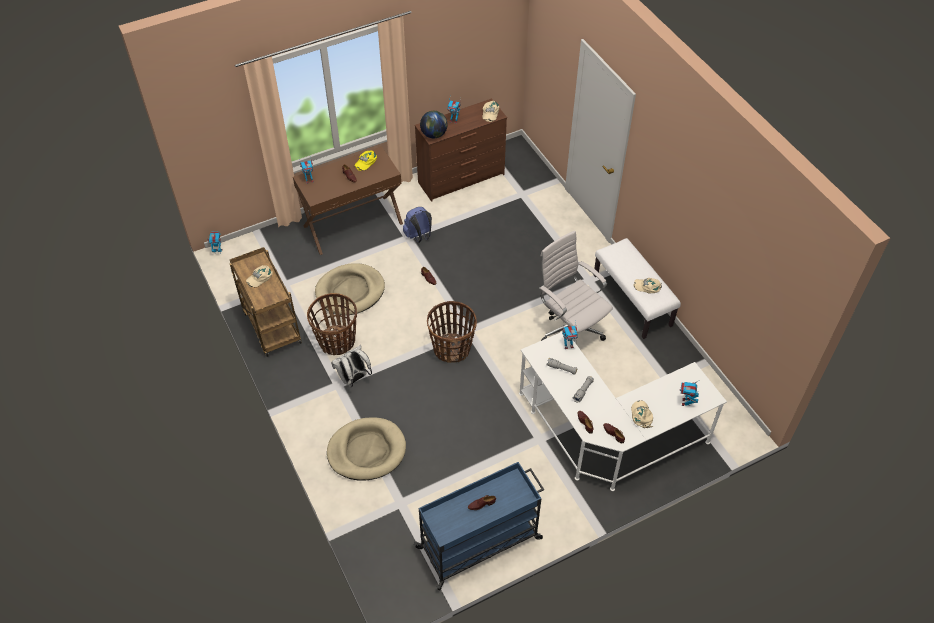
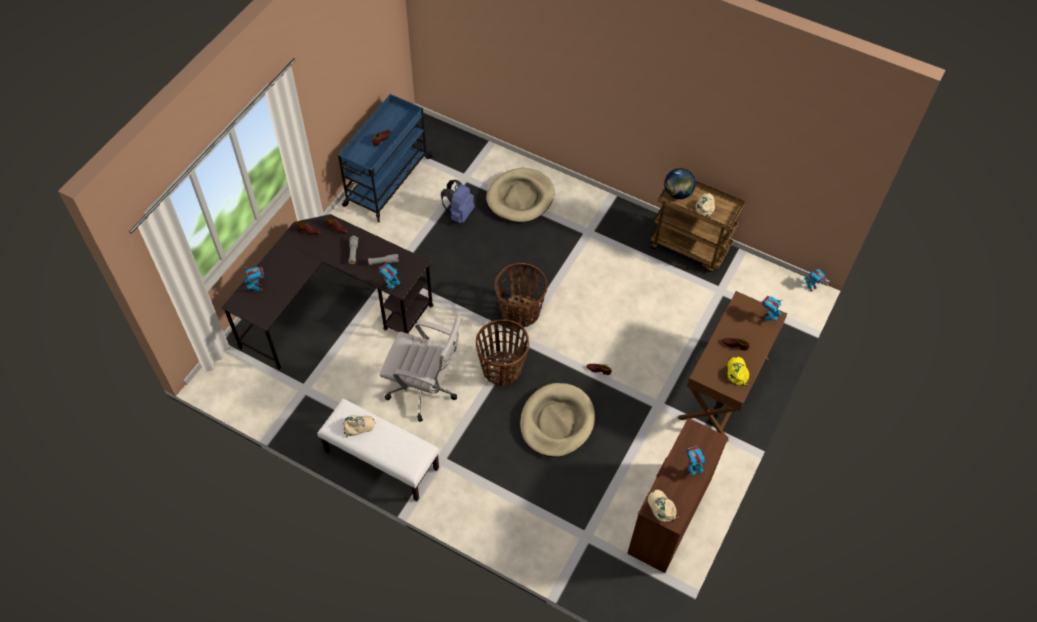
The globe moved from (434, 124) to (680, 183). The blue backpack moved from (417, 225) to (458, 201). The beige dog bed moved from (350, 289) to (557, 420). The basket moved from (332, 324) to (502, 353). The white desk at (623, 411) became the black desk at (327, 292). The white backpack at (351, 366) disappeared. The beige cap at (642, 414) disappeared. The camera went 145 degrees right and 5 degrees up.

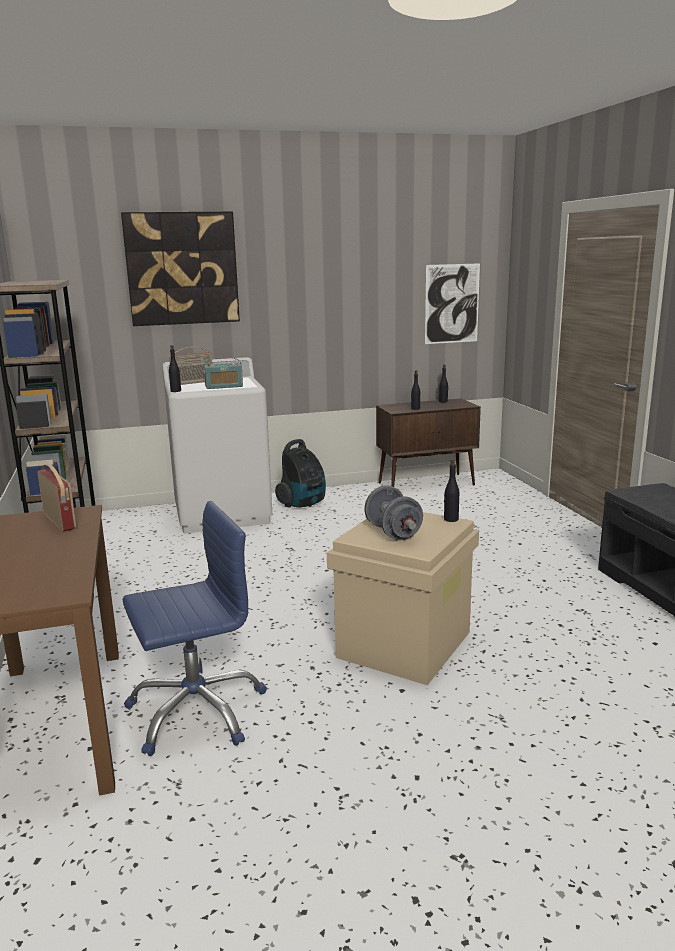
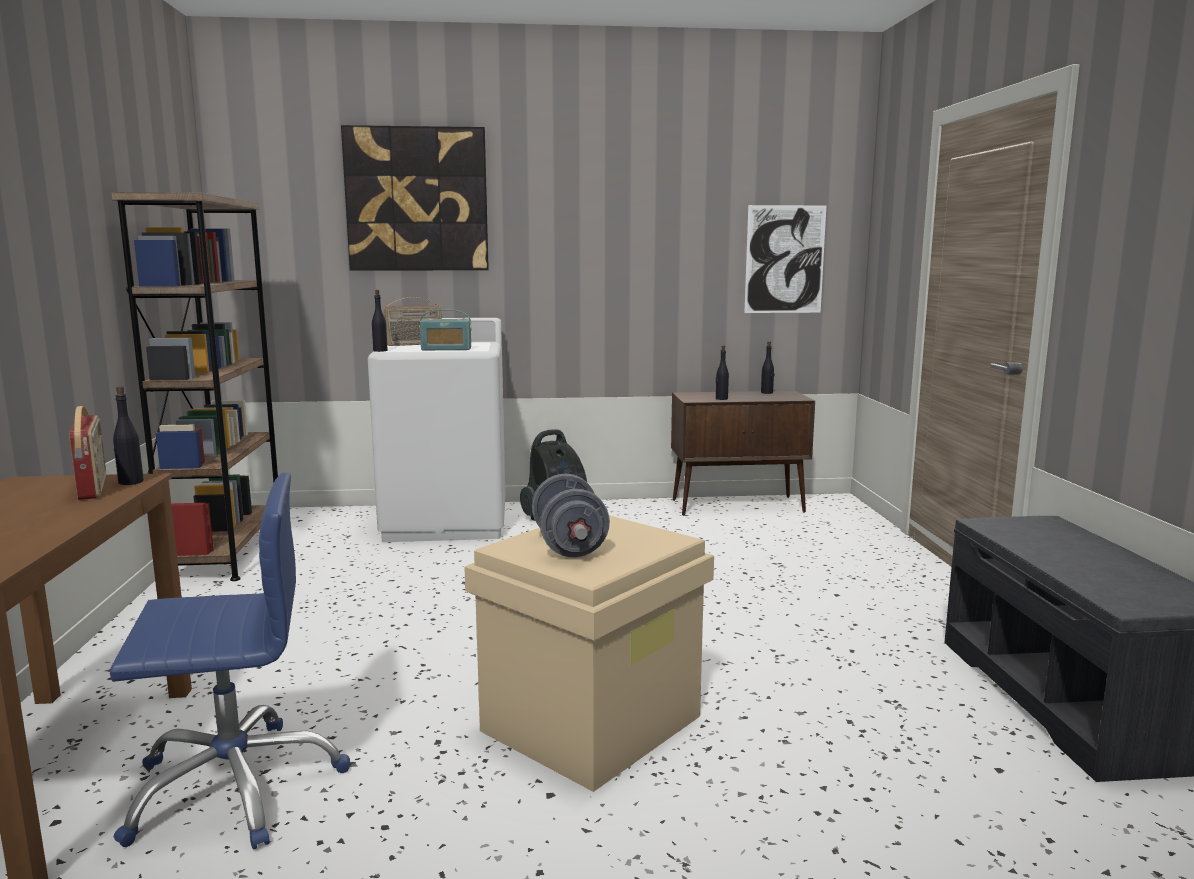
The black bottle moved from (451, 490) to (128, 435). The camera went 10 degrees right and 5 degrees down.

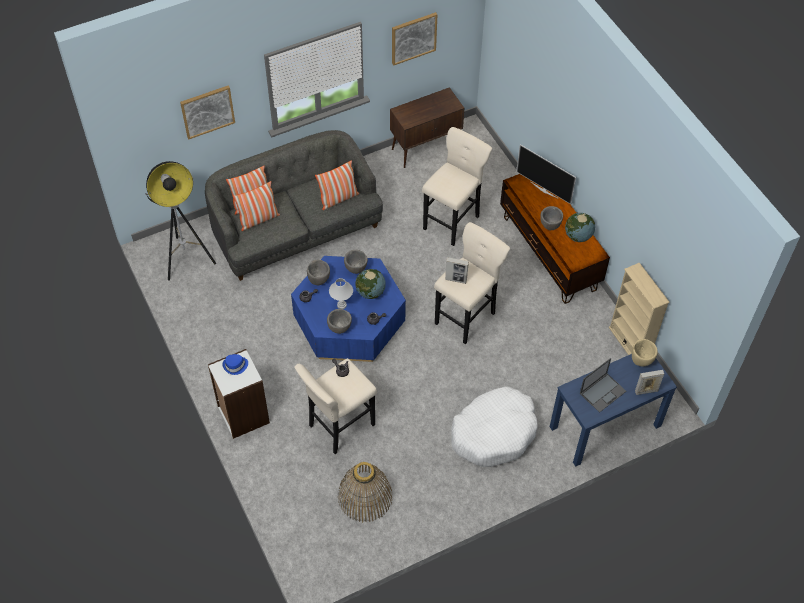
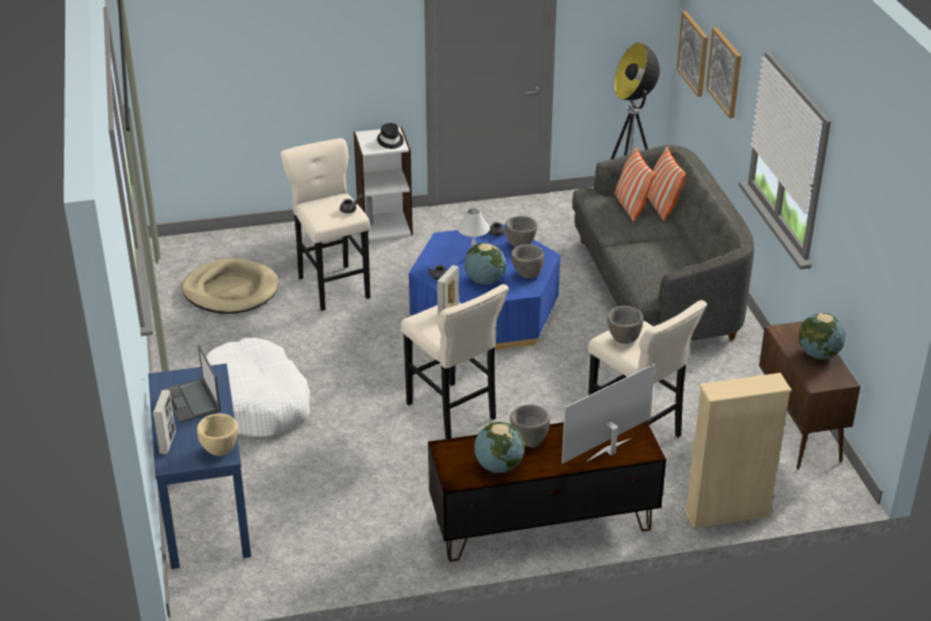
The picture moved from (415, 39) to (692, 54). The pillow at (337, 185) disappeared. The beige bookcase moved from (639, 309) to (738, 451). The grey bowl moved from (339, 321) to (625, 325). The blue hat at (235, 364) became the black hat at (390, 136). The basket at (365, 492) was replaced by the beige dog bed at (230, 286). The globe at (822, 336) appeared. The camera went 105 degrees right and 20 degrees down.

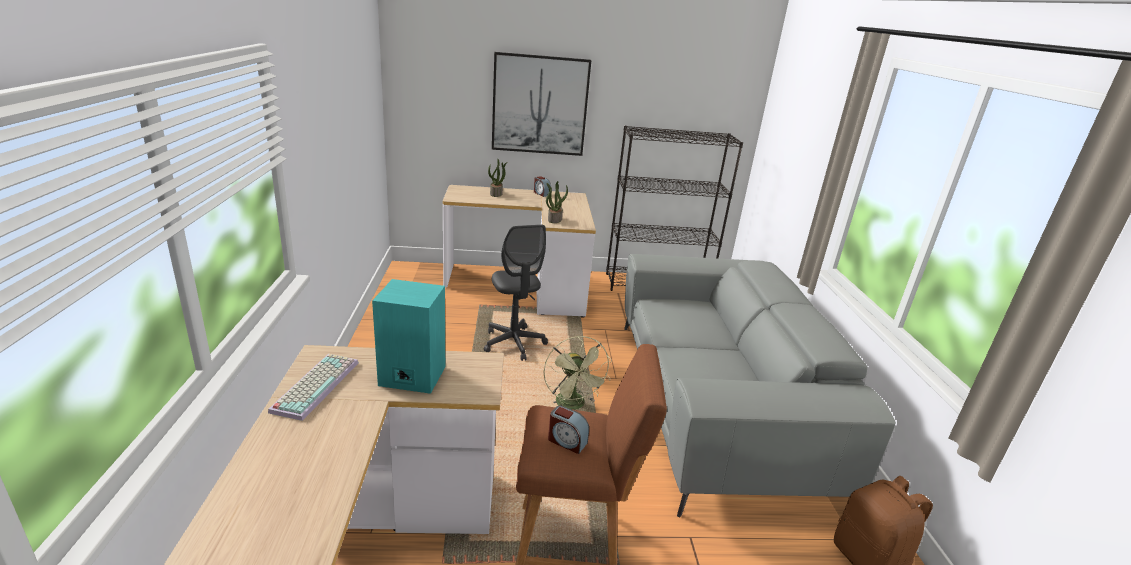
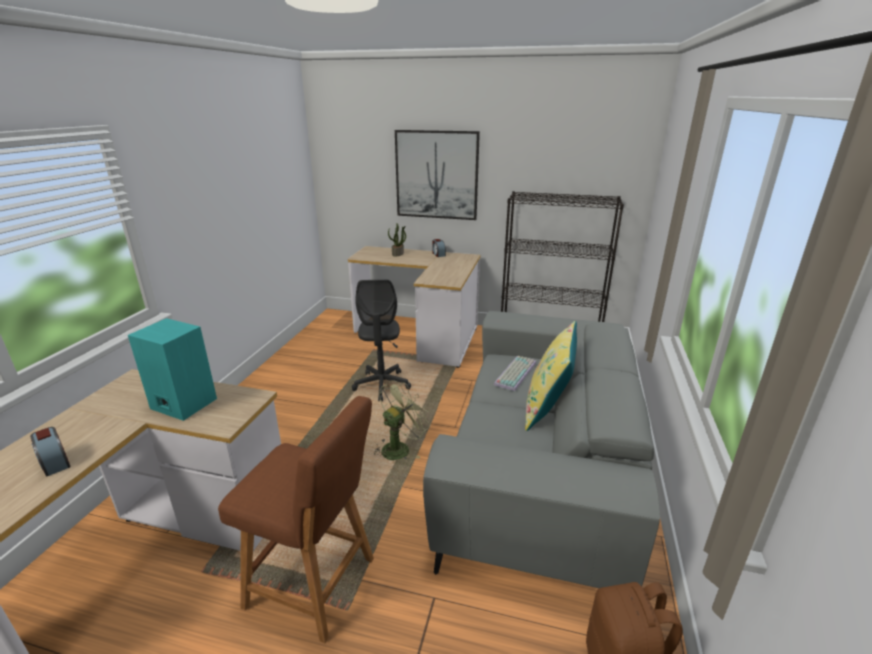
The potted plant at (557, 202) disappeared. The green fan at (578, 373) turned 135 degrees counterclockwise. The keyboard moved from (313, 387) to (515, 373). The alarm clock moved from (568, 429) to (50, 452). The yellow pillow at (551, 376) appeared. The camera went 20 degrees right and 0 degrees up.

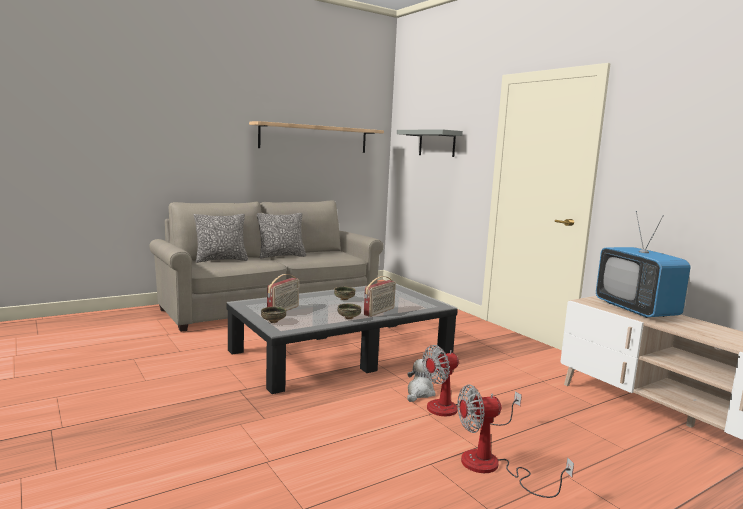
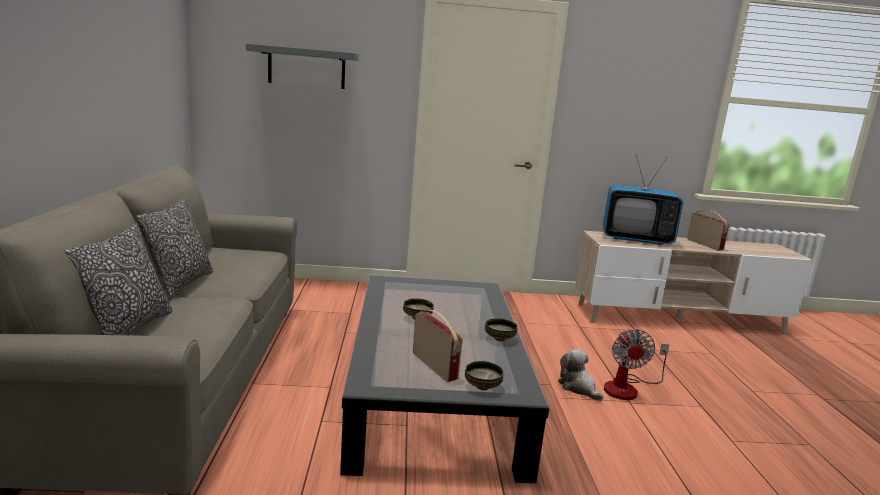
The shelf at (316, 137) disappeared. The radio moved from (380, 296) to (708, 230). The fan at (515, 441) disappeared. The camera went 60 degrees left and 5 degrees up.

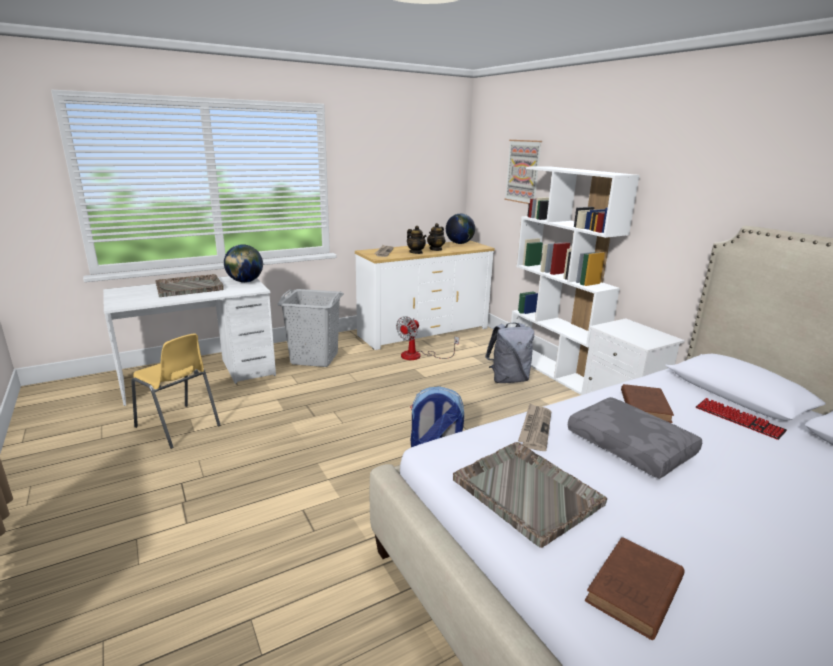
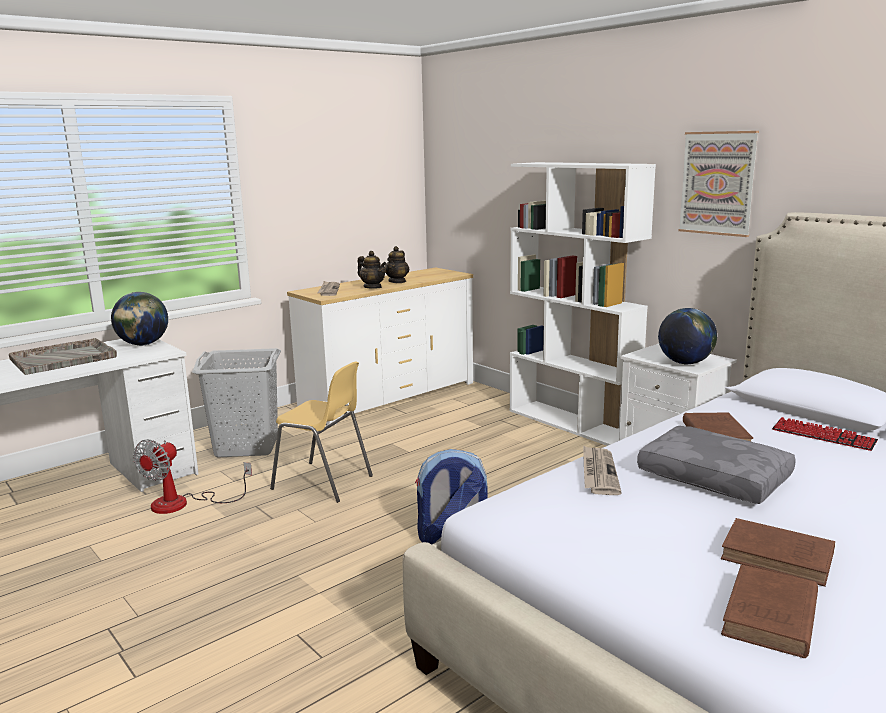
The picture moved from (523, 172) to (718, 184). The globe moved from (460, 229) to (687, 336). The fan moved from (427, 338) to (192, 476). The grey backpack at (509, 353) disappeared. The yellow chair moved from (176, 391) to (321, 432). The grey tray at (530, 495) disappeared. The brown book at (778, 552) appeared. The camera went 10 degrees left and 5 degrees down.

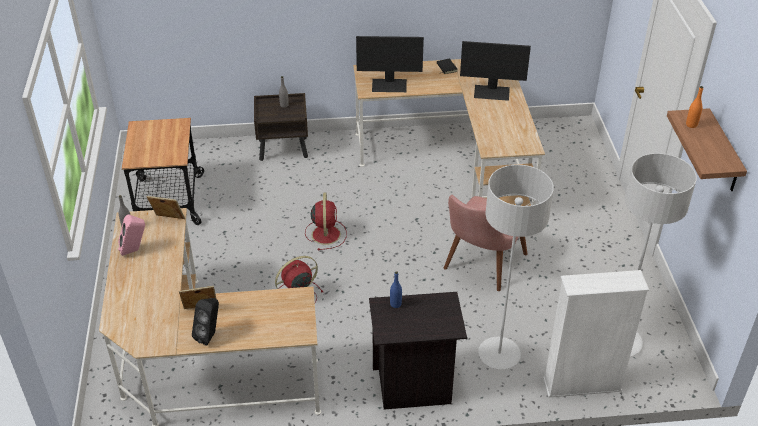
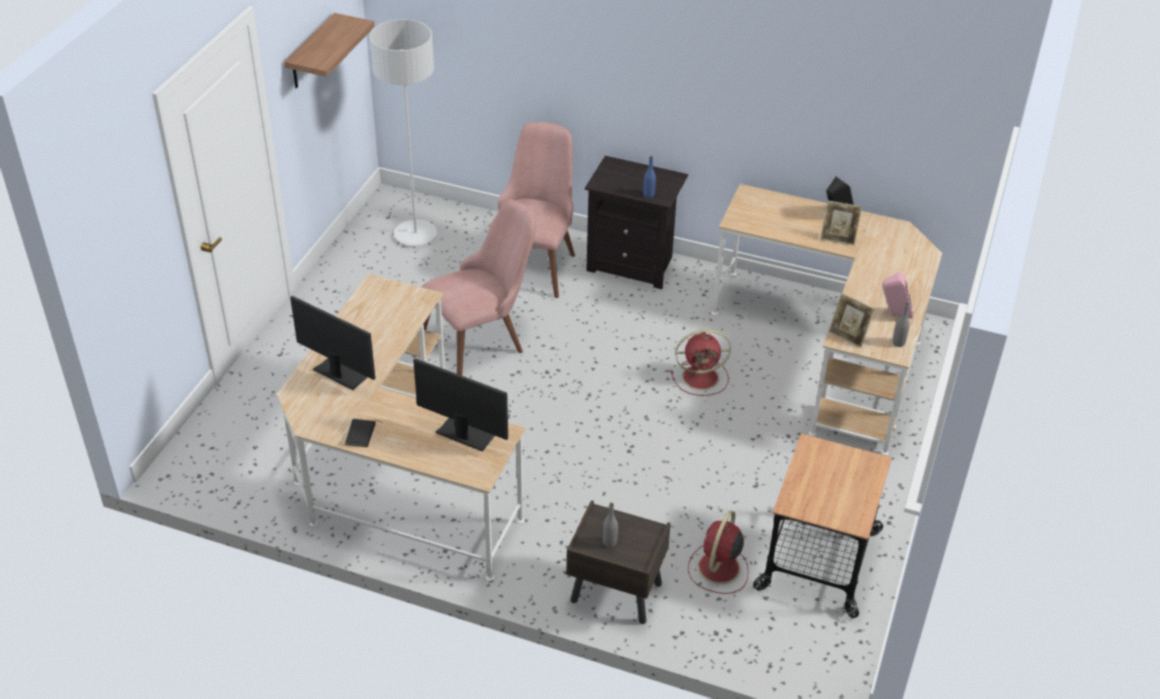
The orange bottle at (694, 107) disappeared. The grey floor lamp at (516, 267) was replaced by the pink chair at (531, 210). The red fan moved from (326, 221) to (718, 552). The white bookcase at (596, 334) disappeared. The camera went 155 degrees left and 0 degrees up.

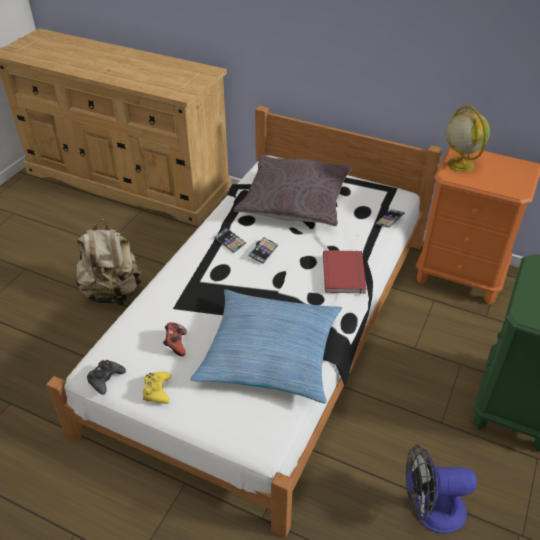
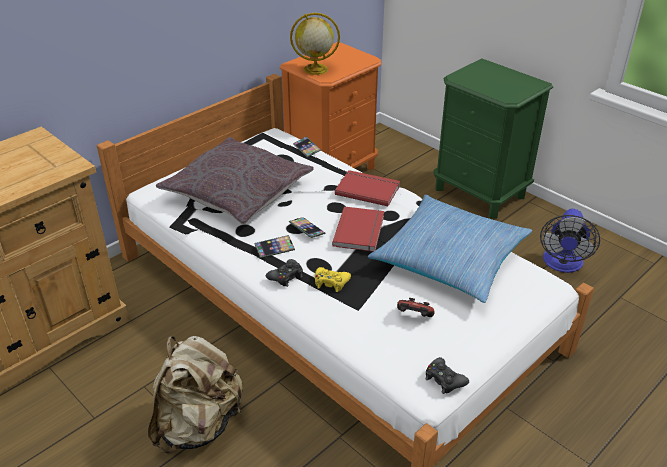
The yellow game controller moved from (157, 388) to (333, 279). The red book at (358, 229) appeared. The black game controller at (284, 273) appeared. The camera went 70 degrees left and 5 degrees down.

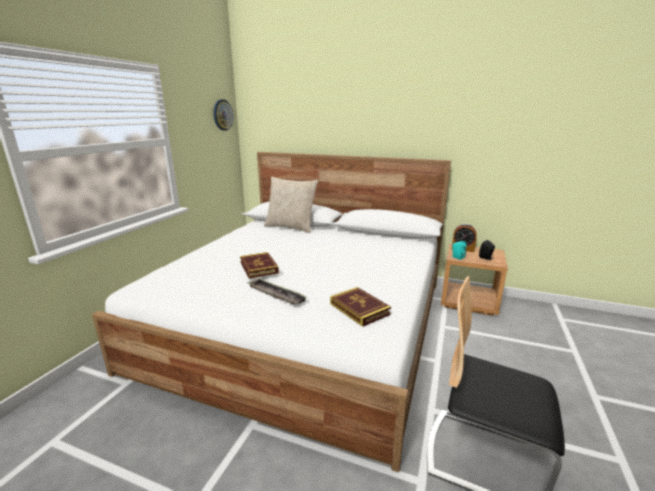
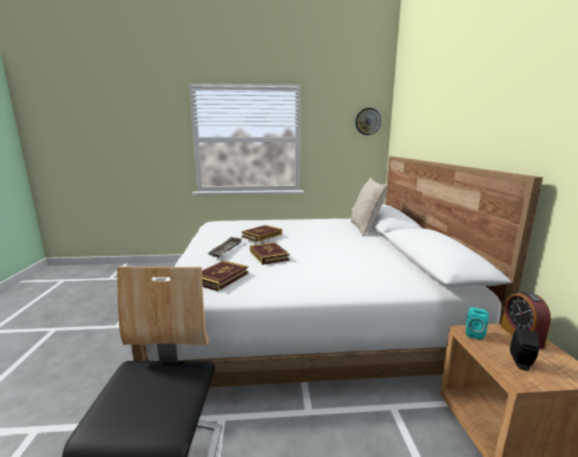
The book at (270, 253) appeared. The camera went 65 degrees right and 5 degrees down.

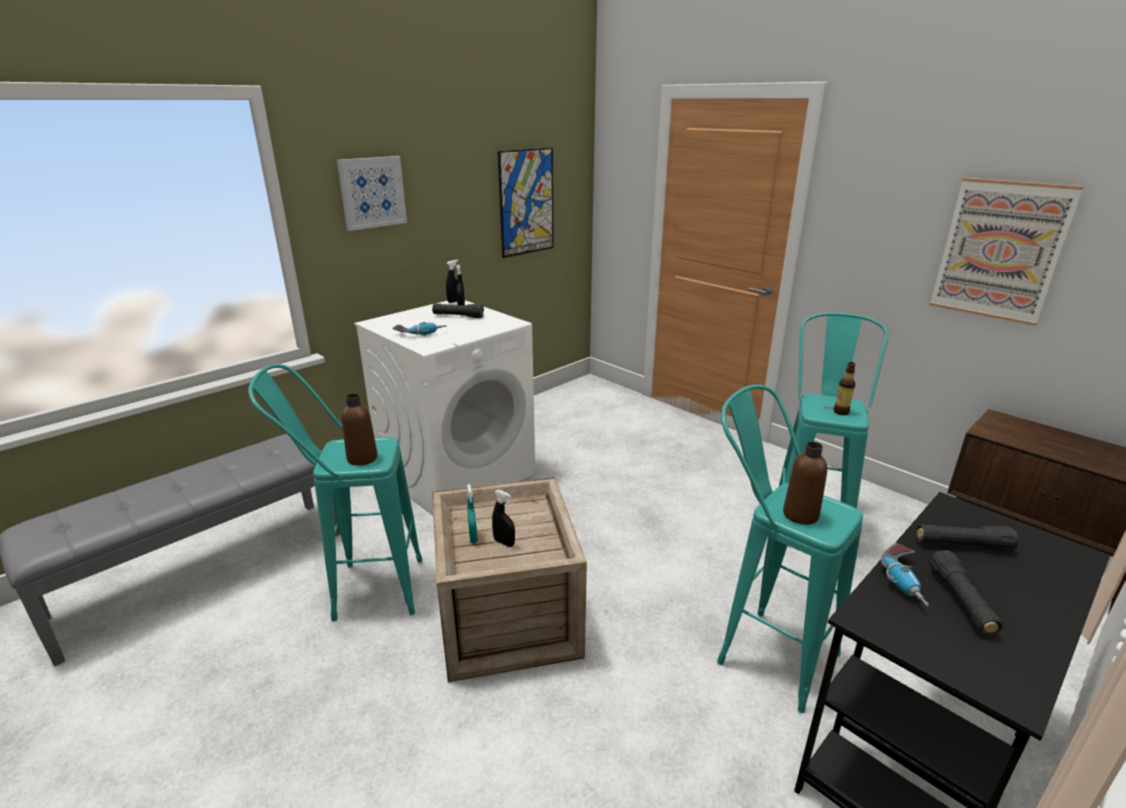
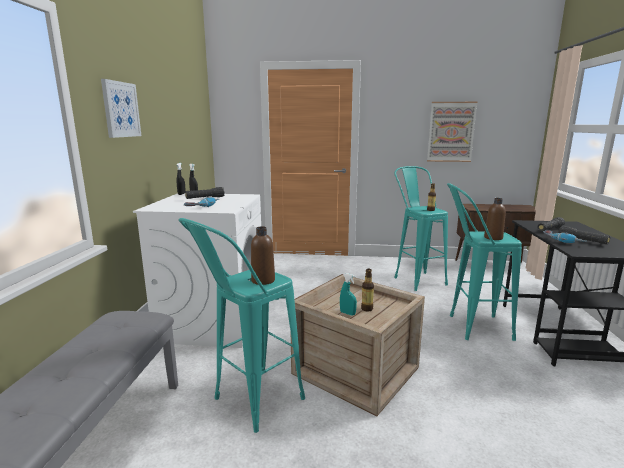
The picture at (526, 203) disappeared. The black spray bottle at (503, 518) was replaced by the bottle at (367, 290). The camera went 40 degrees left and 10 degrees down.

